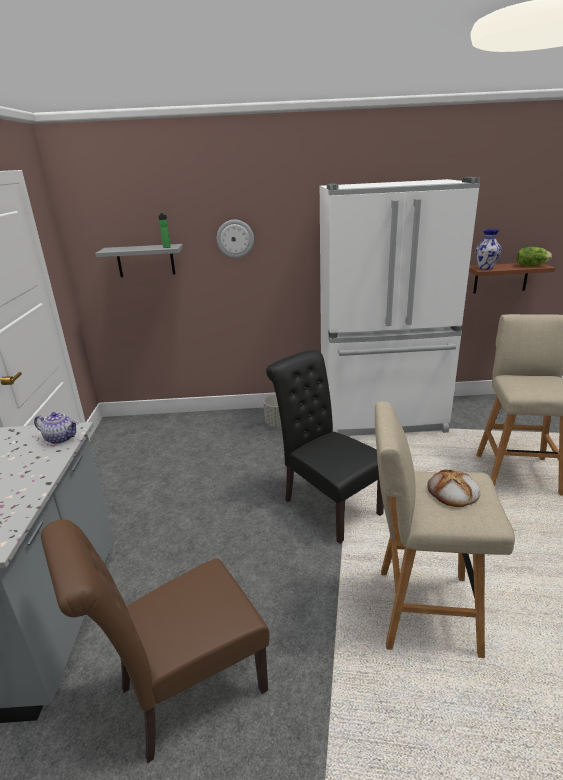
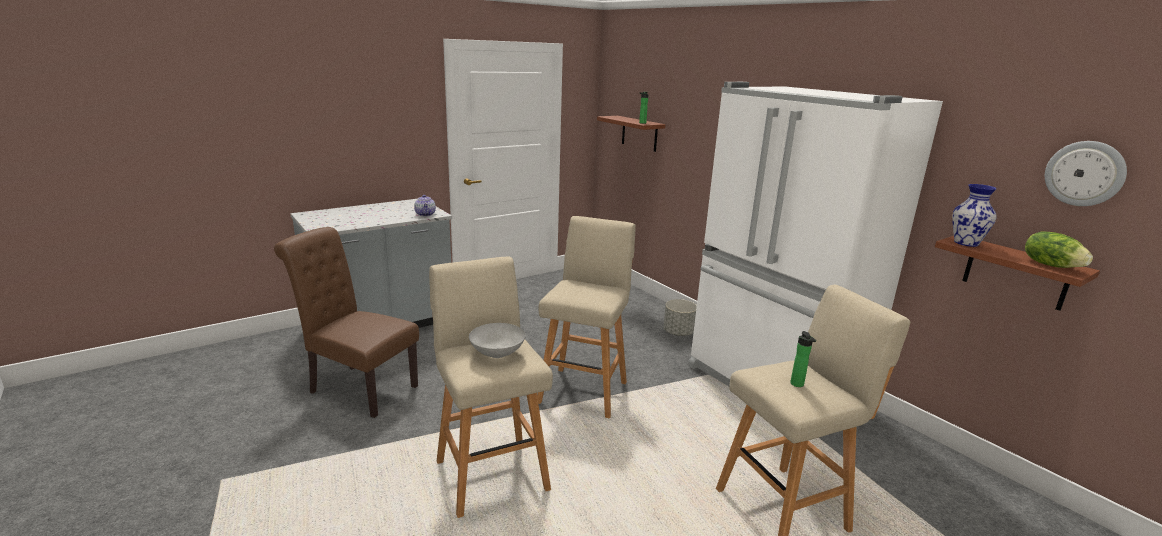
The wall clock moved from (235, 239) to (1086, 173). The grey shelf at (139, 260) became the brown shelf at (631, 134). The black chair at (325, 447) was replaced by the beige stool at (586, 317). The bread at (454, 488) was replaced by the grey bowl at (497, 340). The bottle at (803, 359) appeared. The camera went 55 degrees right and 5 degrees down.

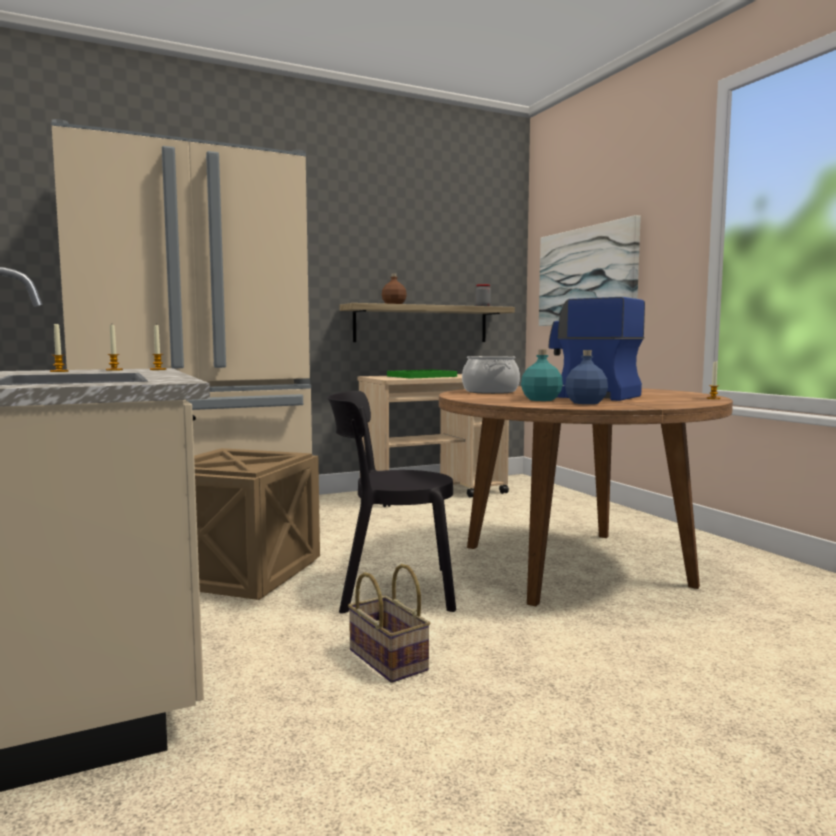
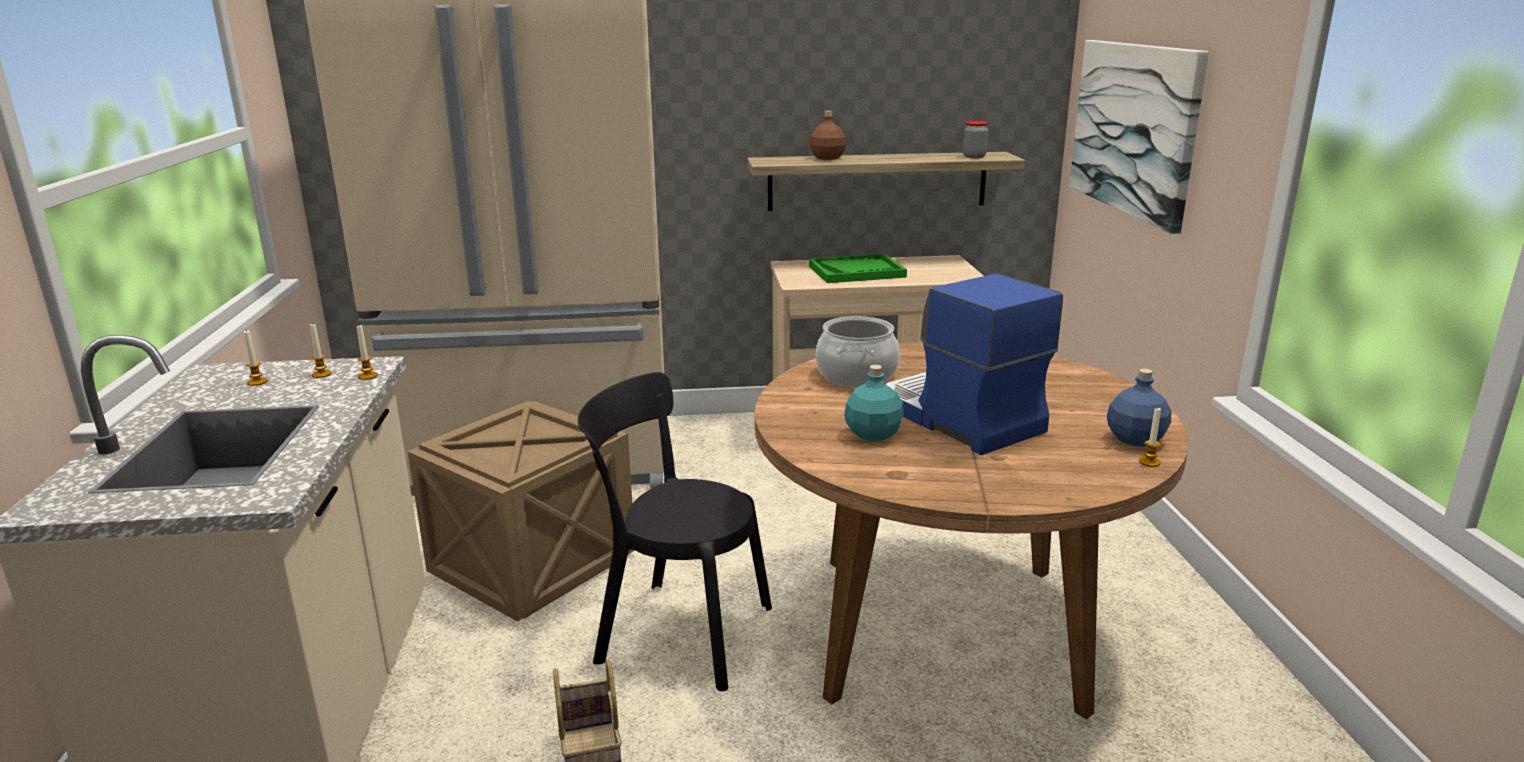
The blue bottle moved from (586, 377) to (1139, 408). The camera went 20 degrees right and 15 degrees up.

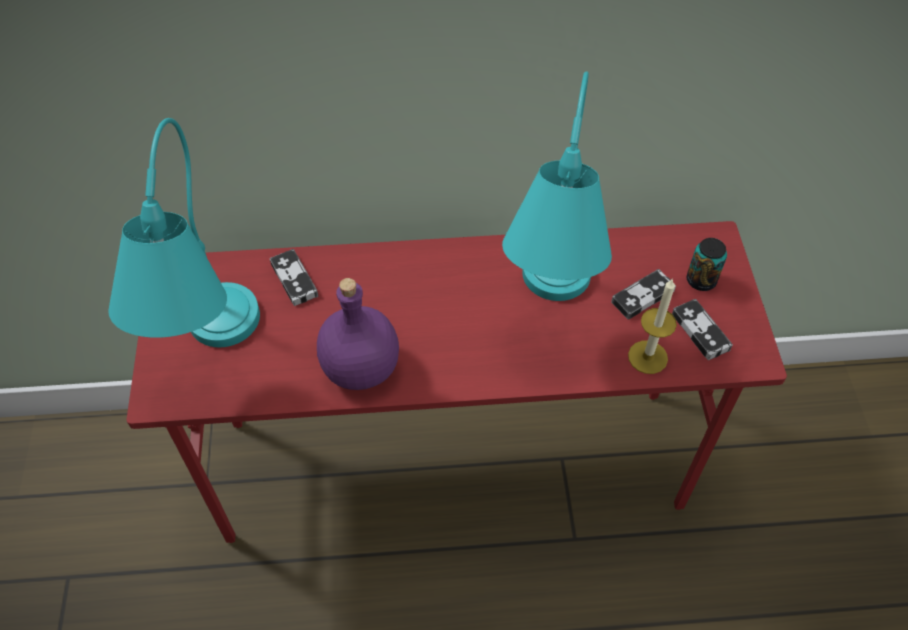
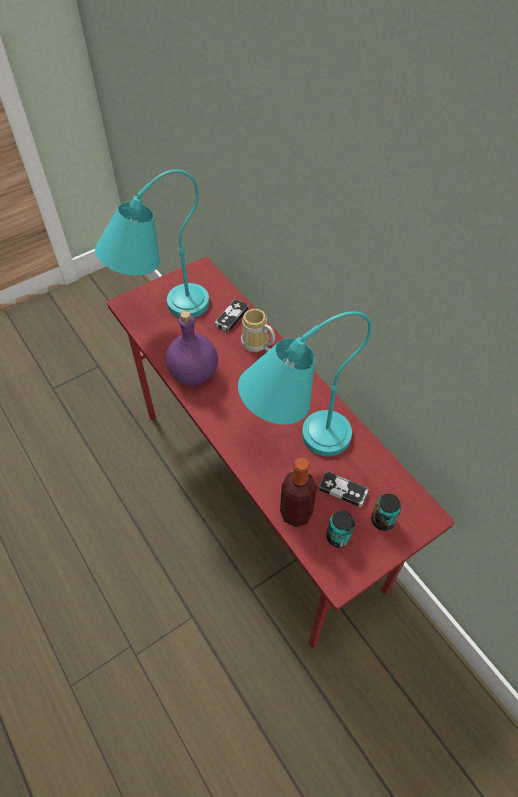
The candle at (652, 326) was replaced by the bottle at (298, 492). The game controller at (702, 329) was replaced by the can at (340, 529). The mug at (258, 330) appeared. The camera went 60 degrees right and 0 degrees up.

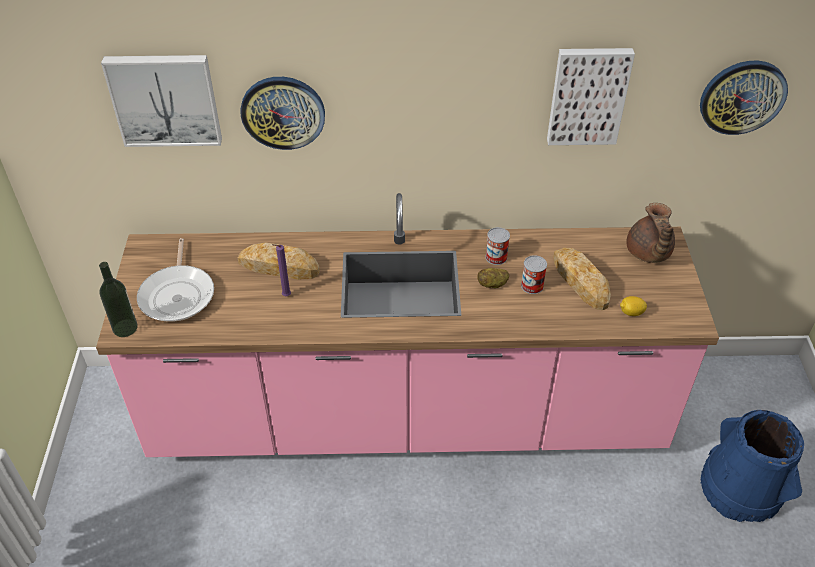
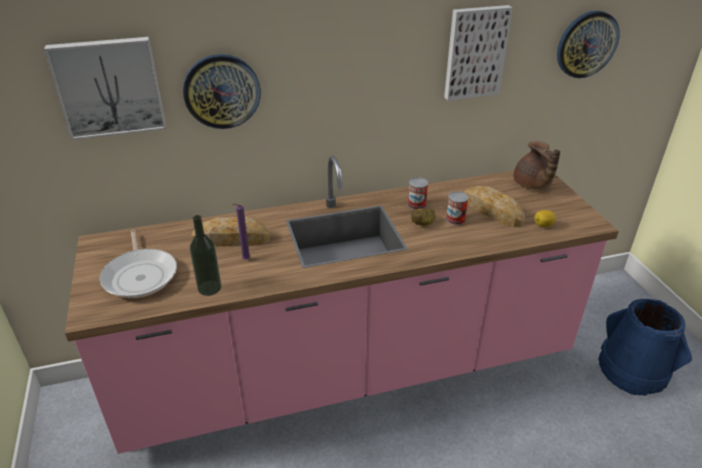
The bottle moved from (118, 299) to (205, 255). The camera went 15 degrees left and 10 degrees down.

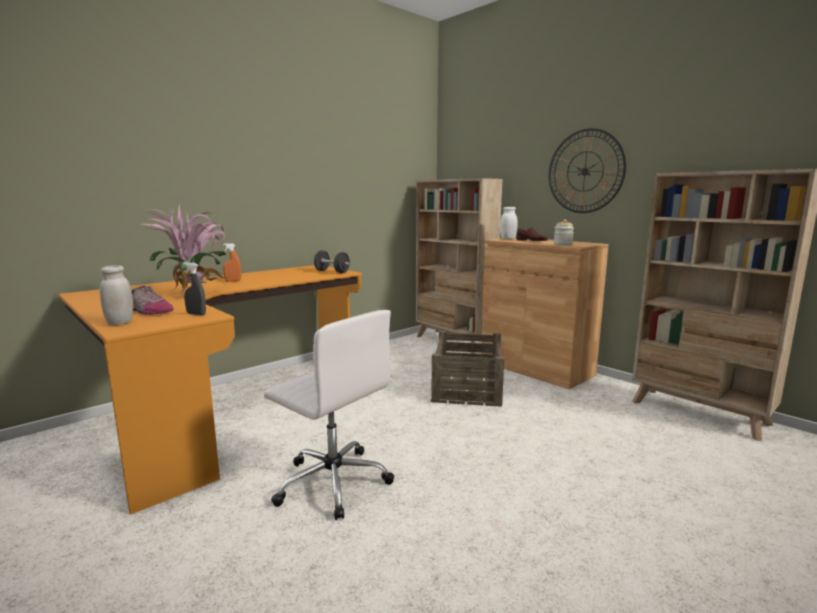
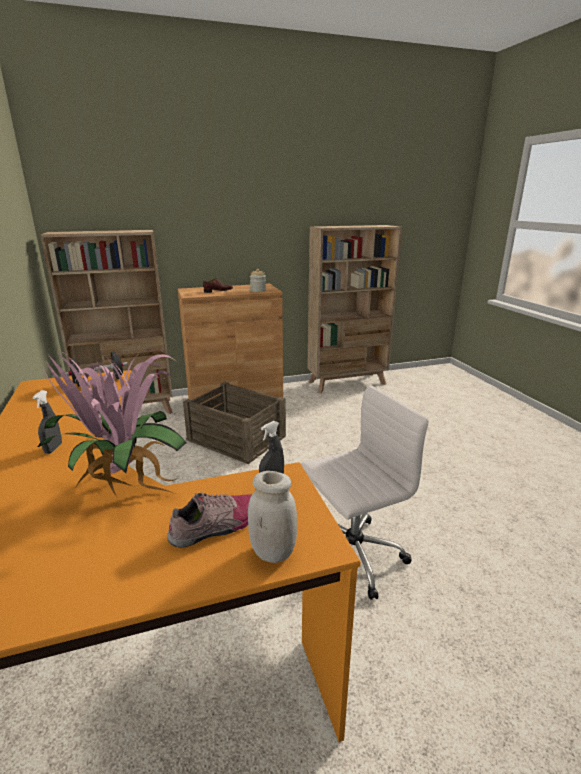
The wall clock at (587, 170) disappeared. The white jar at (509, 223) disappeared. The orange spray bottle at (232, 262) became the grey spray bottle at (47, 422). The camera went 65 degrees left and 10 degrees up.

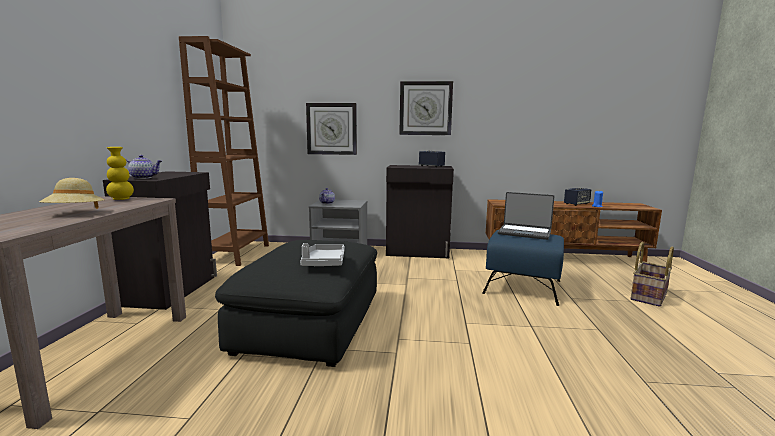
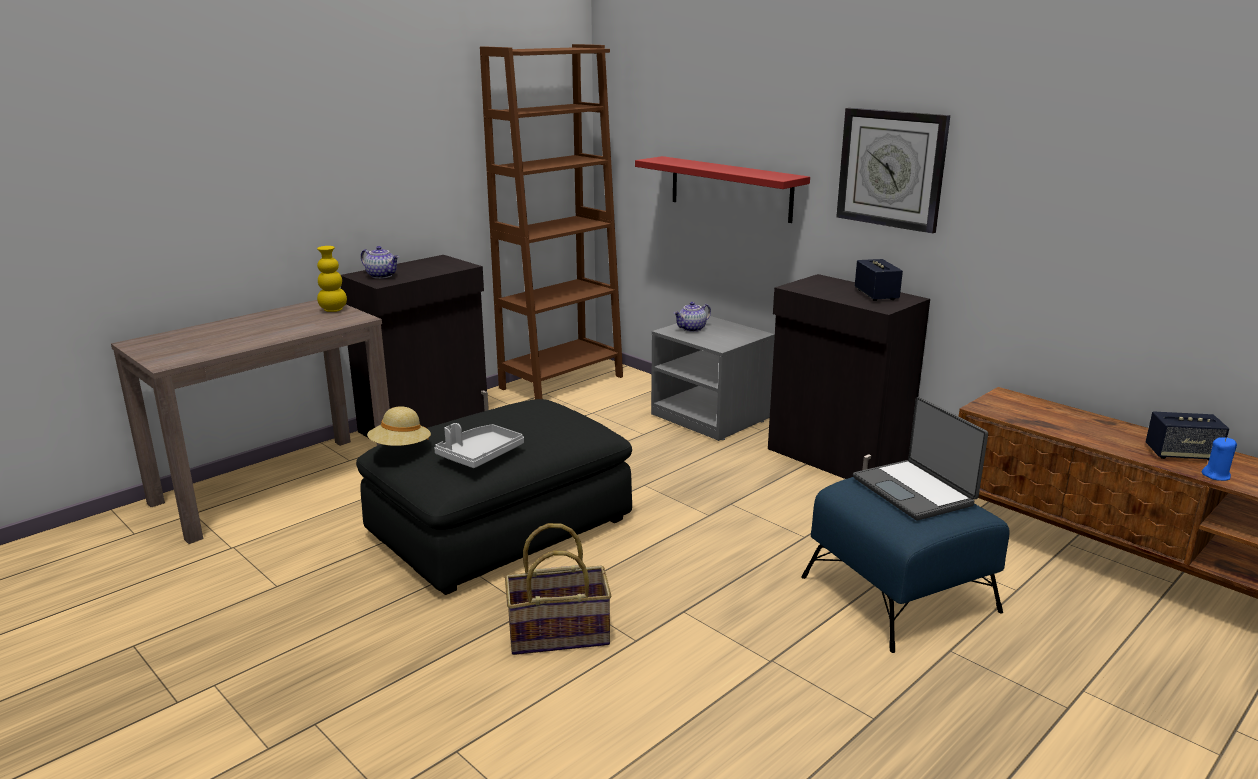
The wall clock at (331, 129) was replaced by the red shelf at (722, 189). The beige hat moved from (72, 193) to (399, 426). The basket moved from (652, 274) to (558, 589). The camera went 40 degrees right and 10 degrees up.

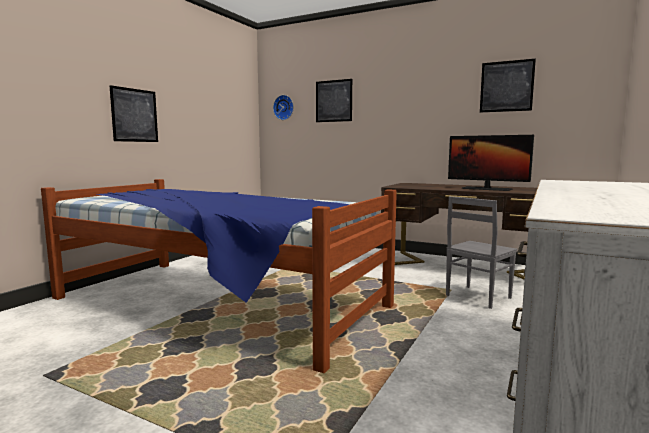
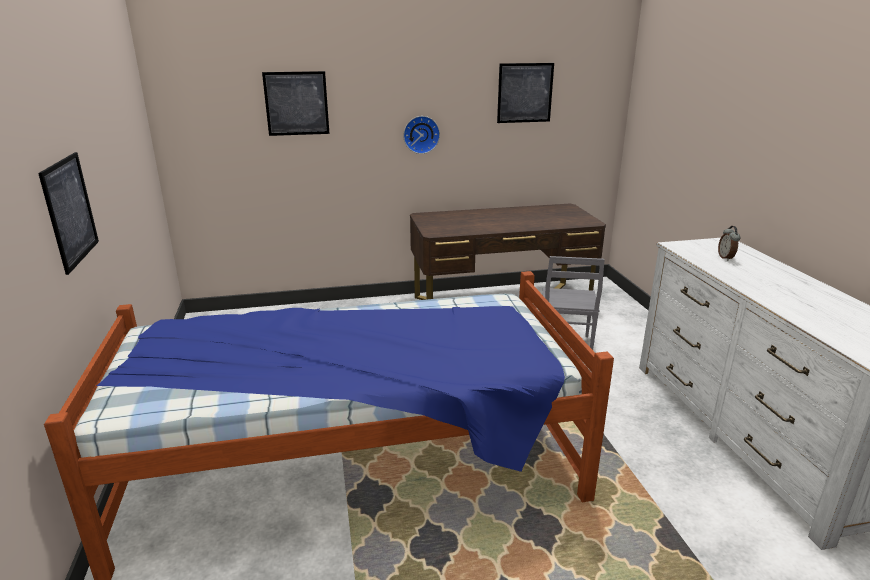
The wall clock moved from (283, 107) to (421, 135). The monitor at (491, 163) disappeared. The alarm clock at (729, 243) appeared. The camera went 40 degrees left and 15 degrees up.

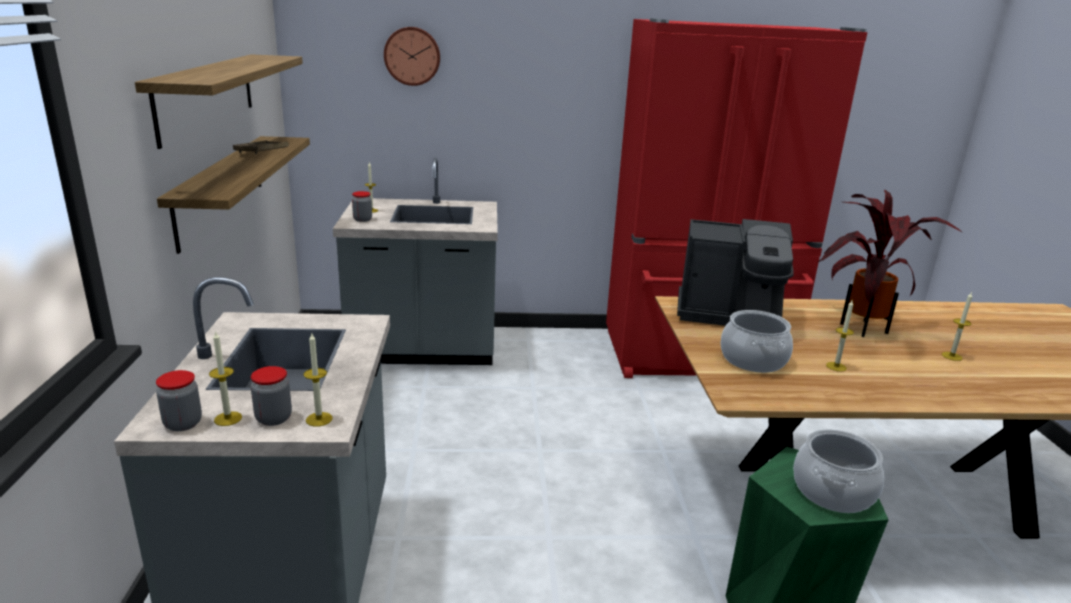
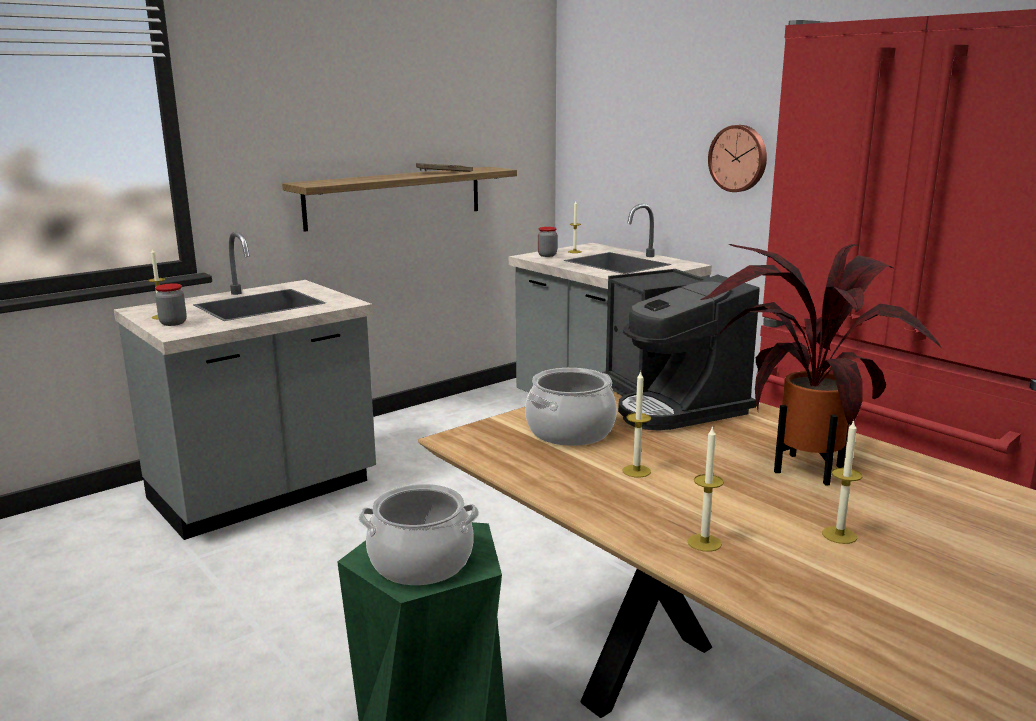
The wall clock moved from (412, 56) to (737, 158). The shelf at (219, 101) disappeared. The candle moved from (318, 380) to (705, 488). The jar at (179, 400) disappeared. The camera went 55 degrees right and 5 degrees down.

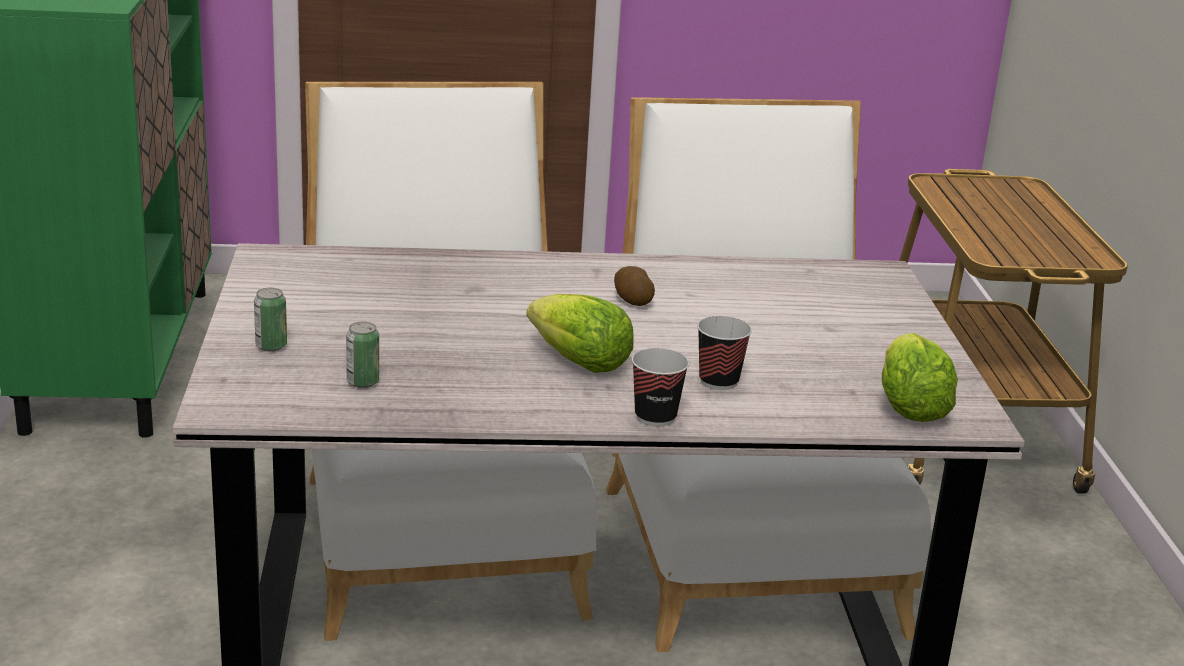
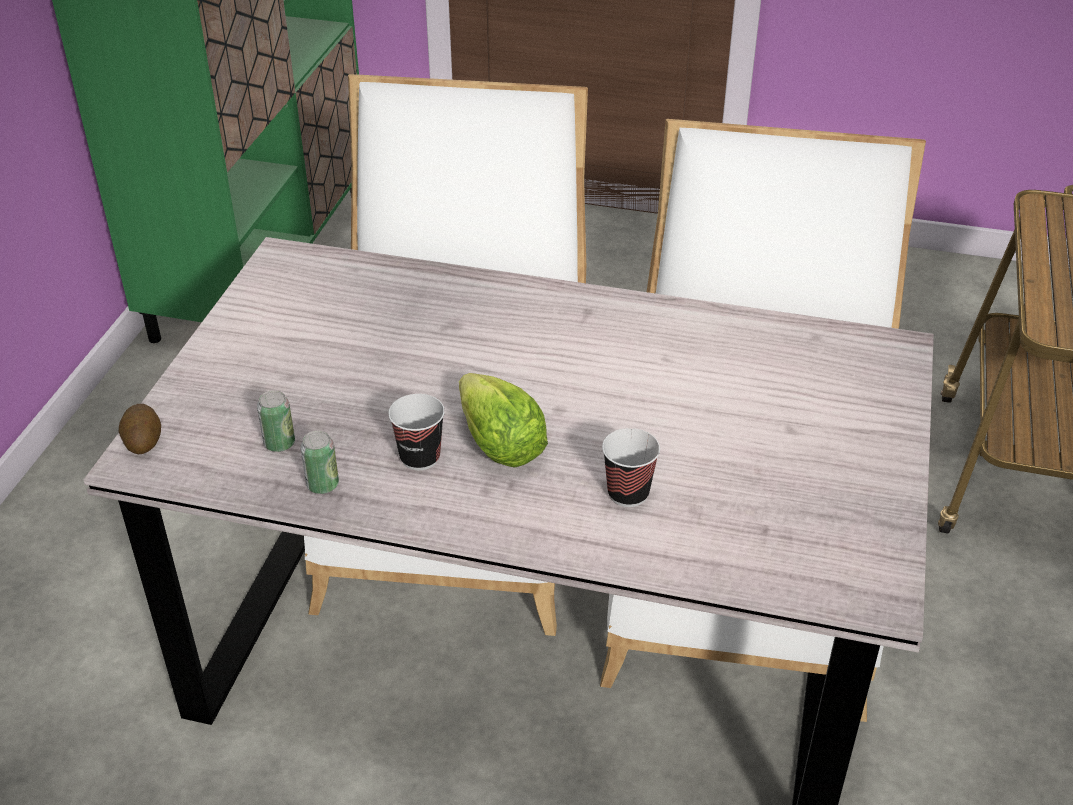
The potato moved from (634, 286) to (140, 429). The can moved from (270, 319) to (320, 462). The lettuce at (920, 377) disappeared. The cup moved from (660, 387) to (416, 432). The camera went 20 degrees right and 15 degrees up.

